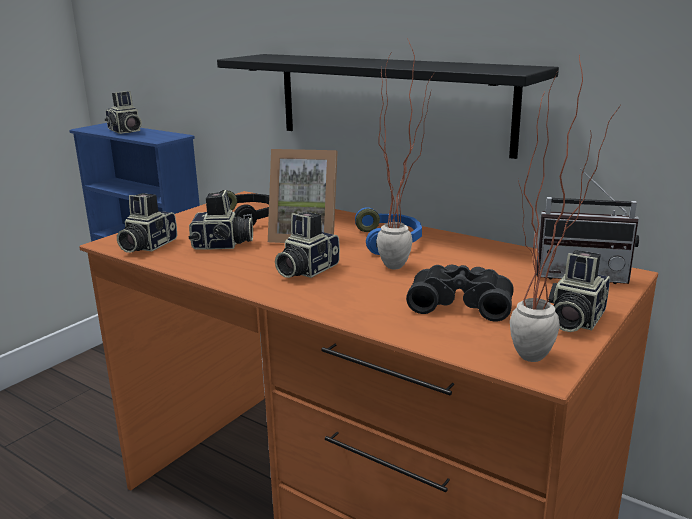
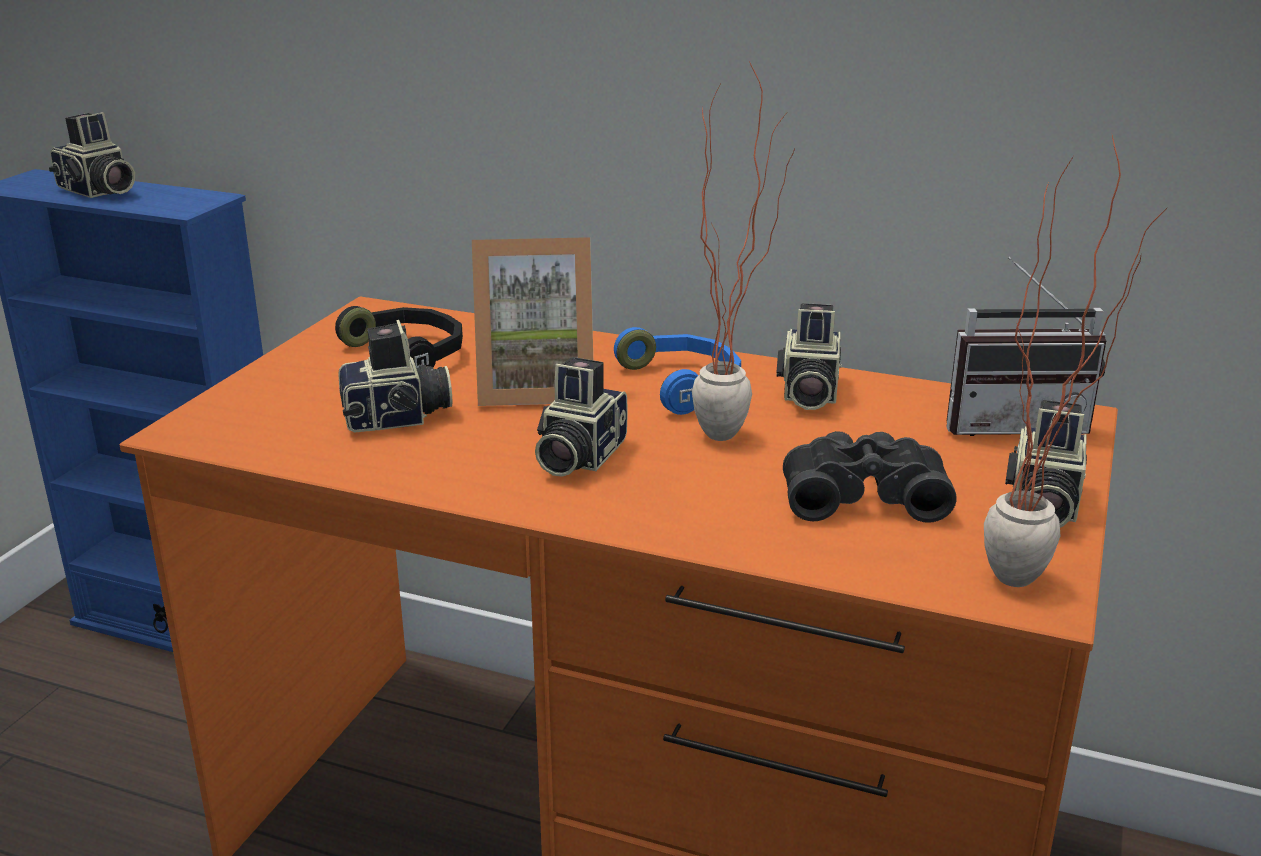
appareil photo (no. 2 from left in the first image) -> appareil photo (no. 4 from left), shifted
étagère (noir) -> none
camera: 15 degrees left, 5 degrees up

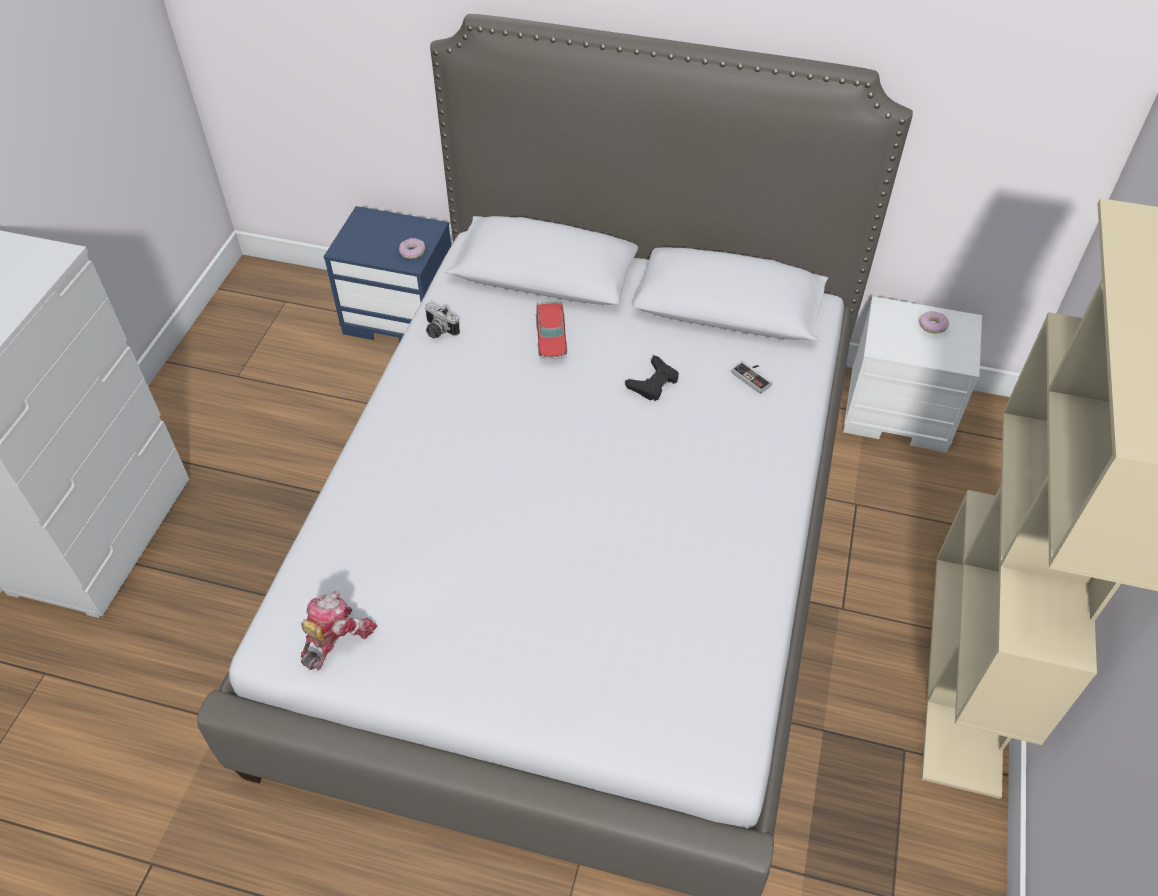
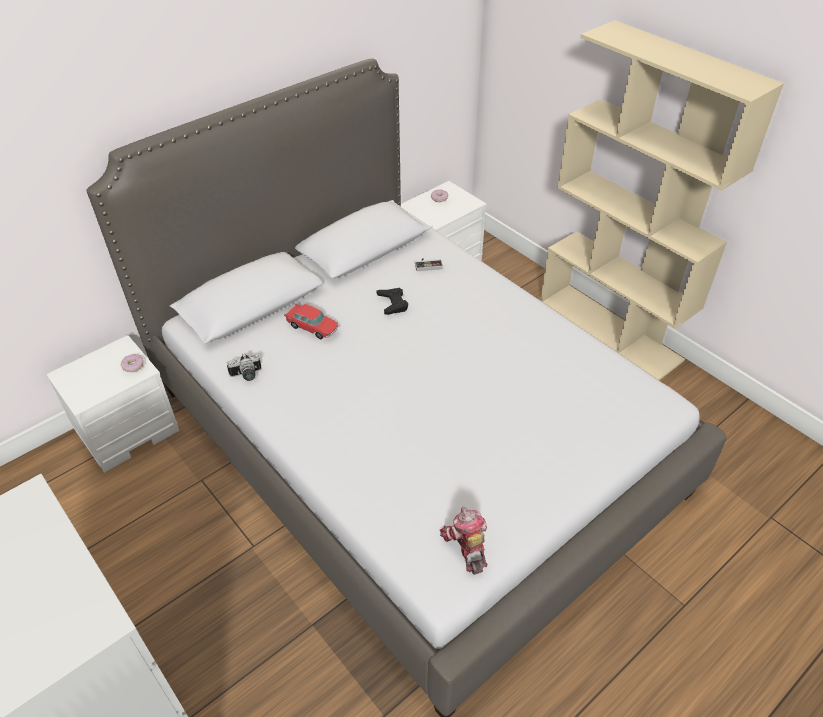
table de chevet (bleu) -> table de chevet (blanc) (no. 1 from left)
camera: 55 degrees left, 5 degrees down

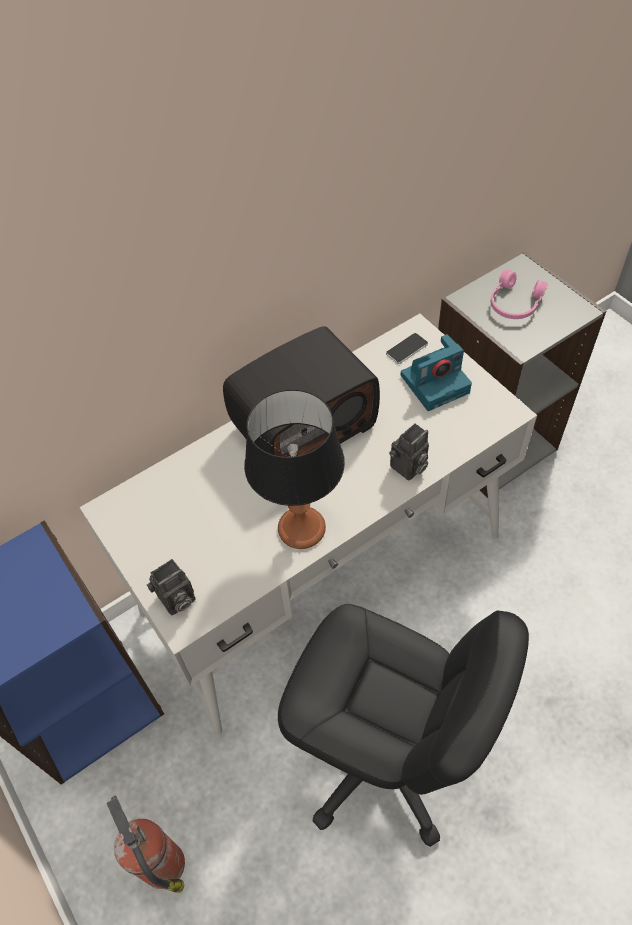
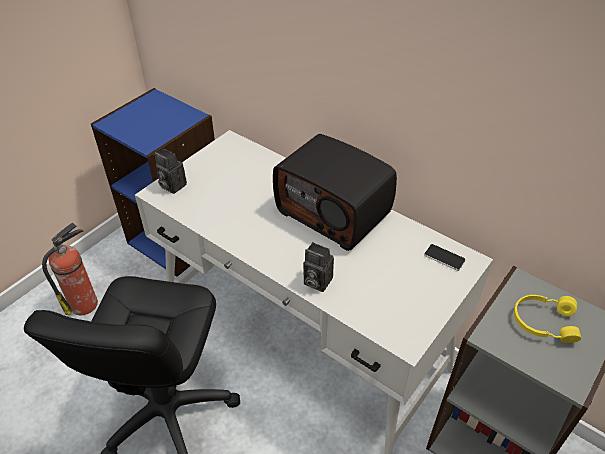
casque audio (rose) -> casque audio (jaune)
lampe de table -> none
appareil photo (no. 3 from left) -> none
camera: 70 degrees right, 10 degrees down

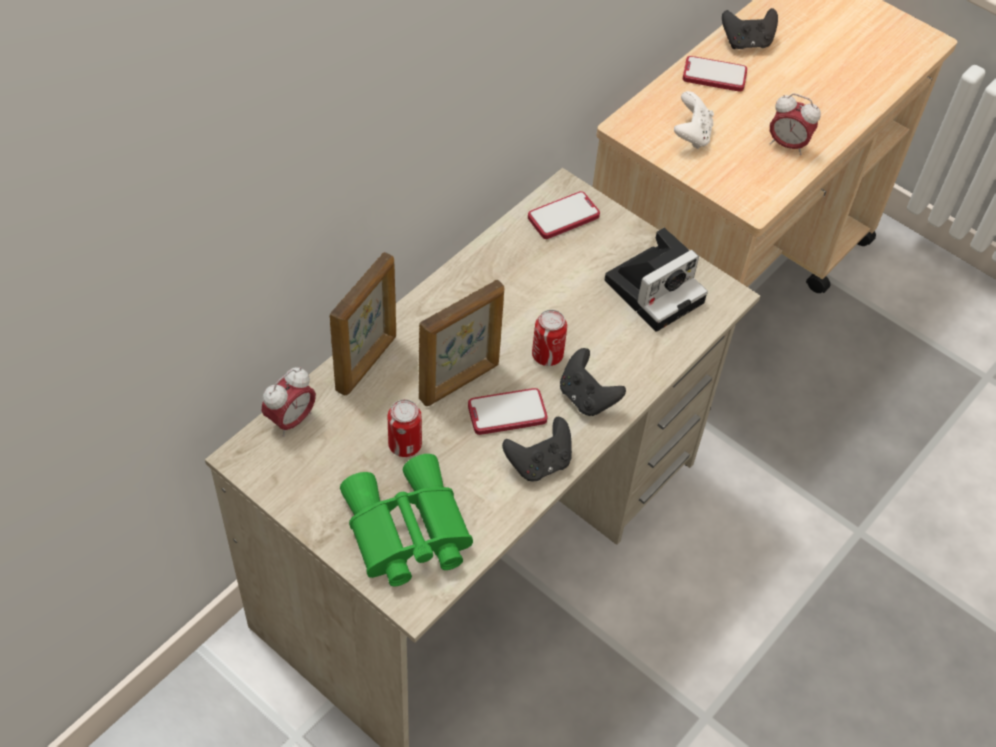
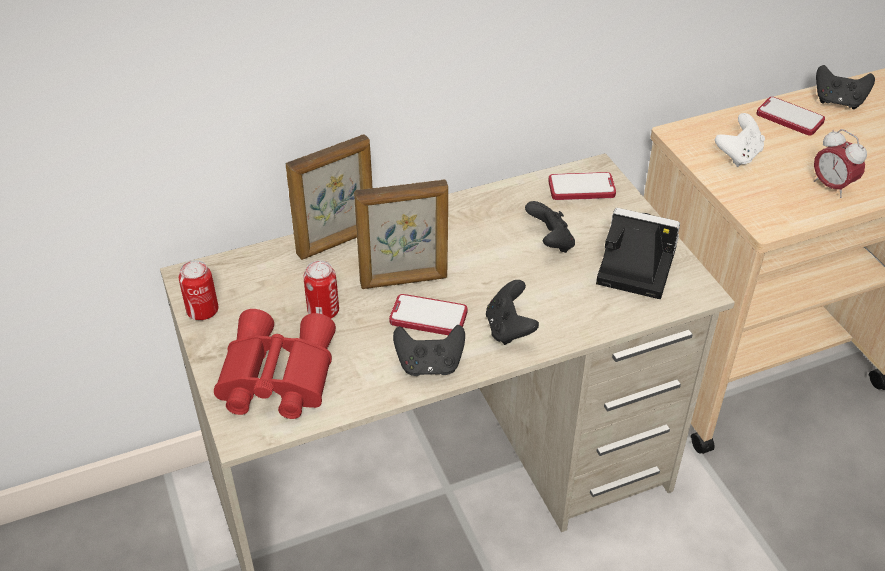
boîte métallique (no. 2 from left in the first image) -> boîte métallique (no. 1 from left), shifted
jumelles (vert) -> jumelles (rouge)
none -> manette (noir) (no. 3 from left)
appareil photo, 150 degrees counterclockwise
réveil (no. 1 from left) -> none
camera: 30 degrees right, 10 degrees down

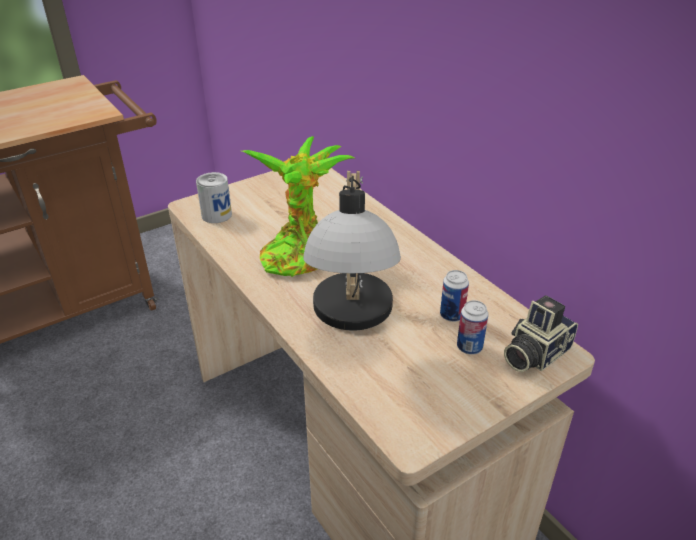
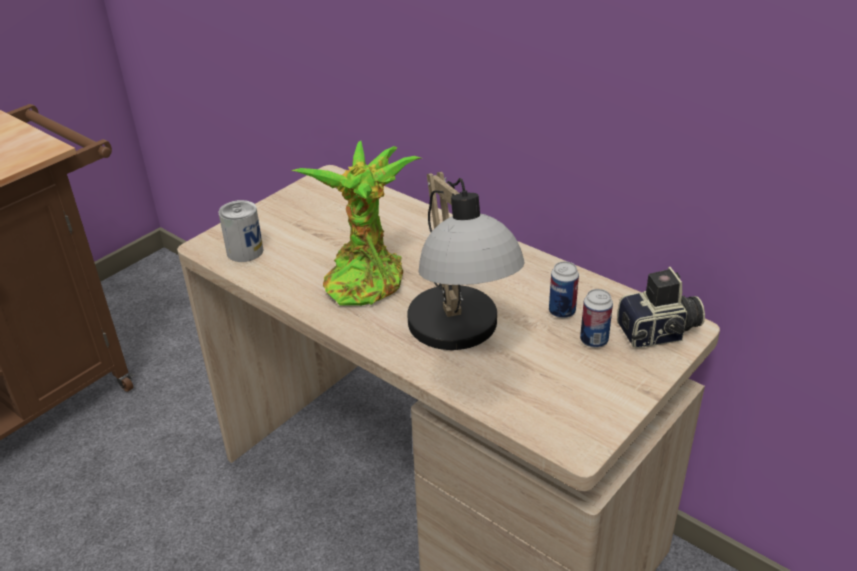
appareil photo, 135 degrees counterclockwise
camera: 15 degrees left, 0 degrees up

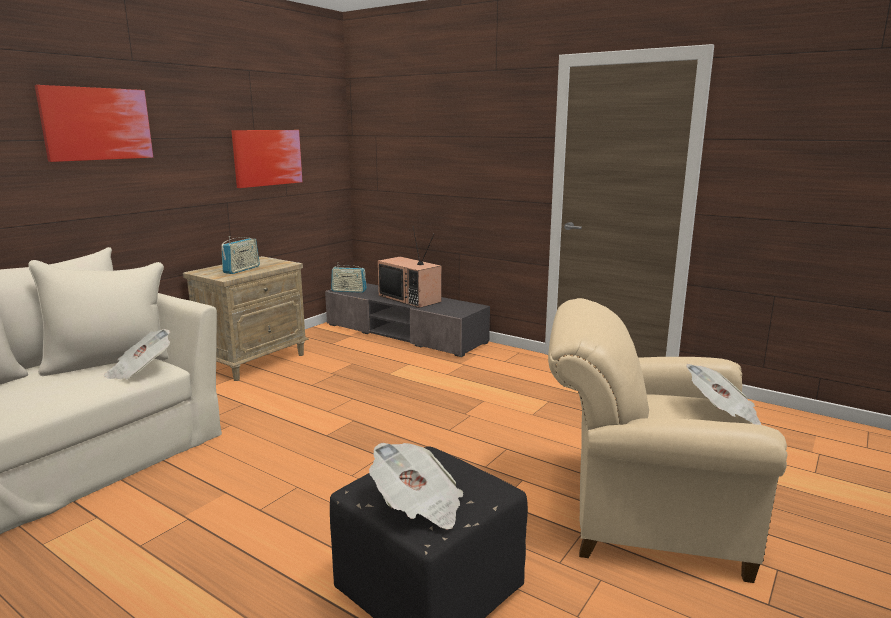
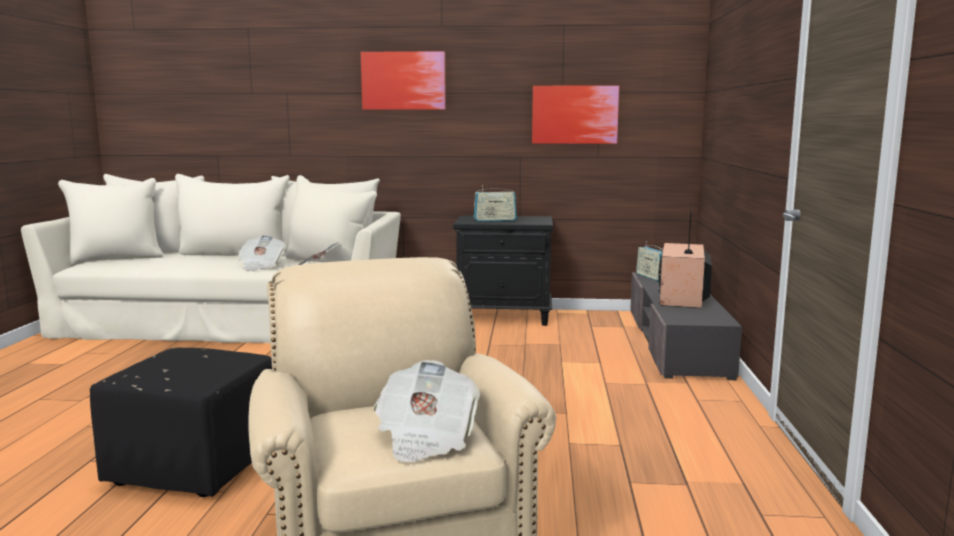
journal (no. 2 from left in the first image) -> journal (no. 1 from left), shifted
table de chevet (beige) -> table de chevet (noir)
camera: 60 degrees right, 5 degrees down

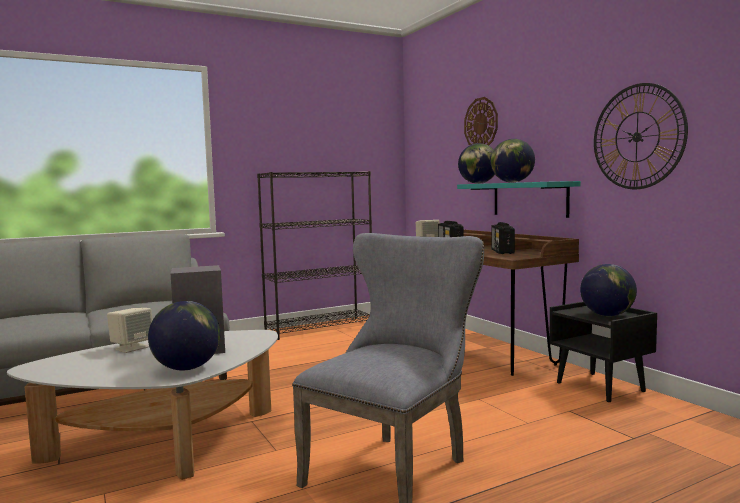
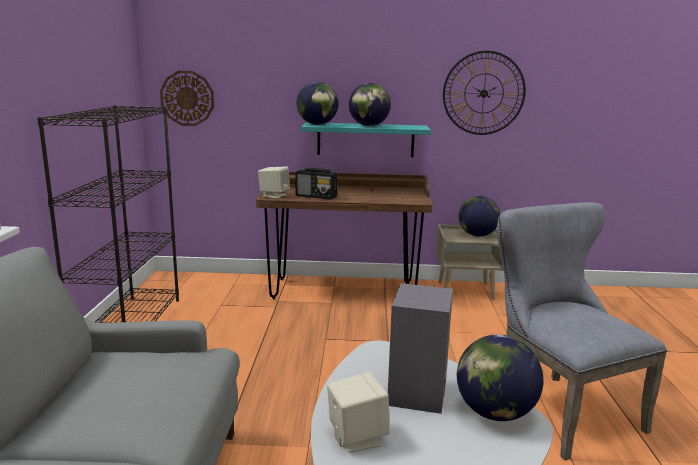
horloge murale (no. 1 from left), shifted
table de chevet (noir) -> table de chevet (beige)
radio (no. 2 from left) -> none
camera: 60 degrees left, 10 degrees up

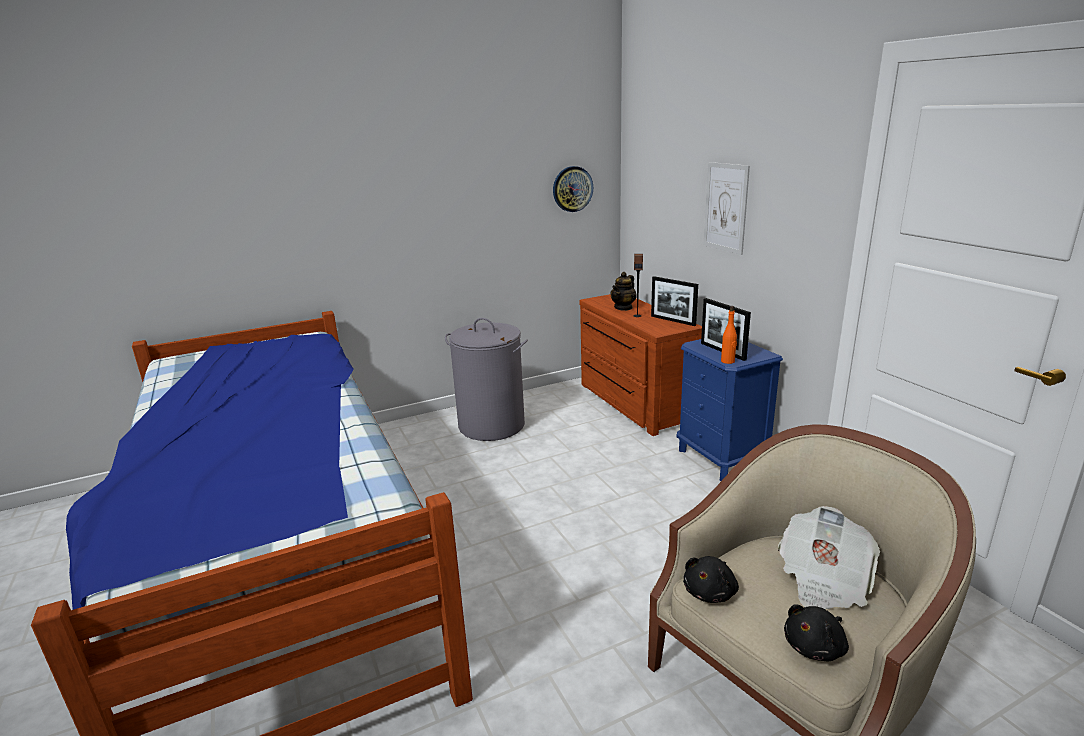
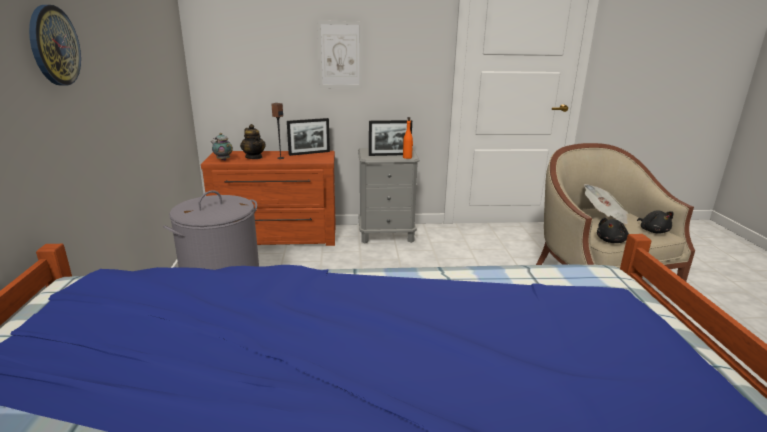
horloge murale, shifted
none -> théière (no. 1 from left)
table de chevet (bleu) -> table de chevet (gris)
peluche (noir) (no. 1 from left), 75 degrees clockwise
camera: 70 degrees left, 0 degrees up

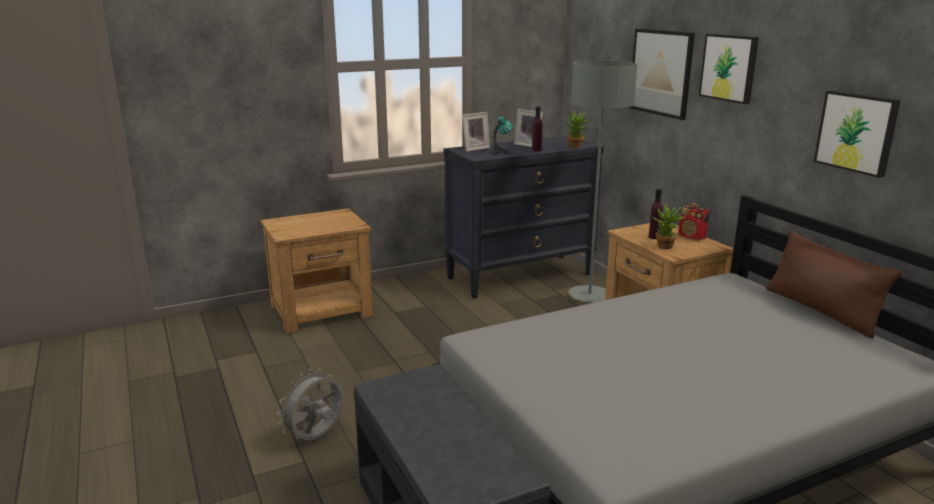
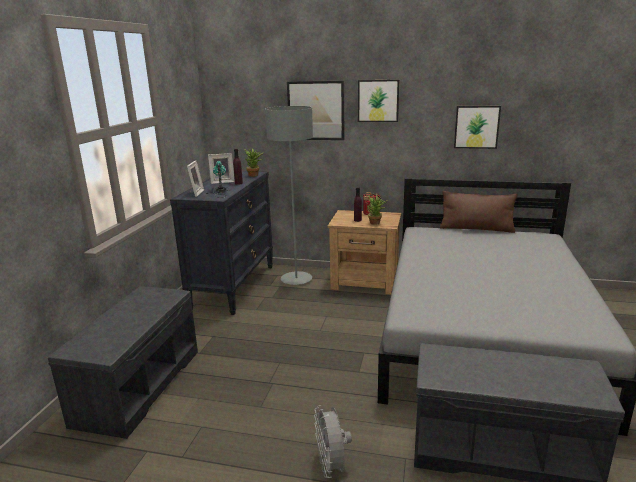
table de chevet (marron) (no. 1 from left) -> banc (gris) (no. 1 from left)
camera: 50 degrees left, 0 degrees up

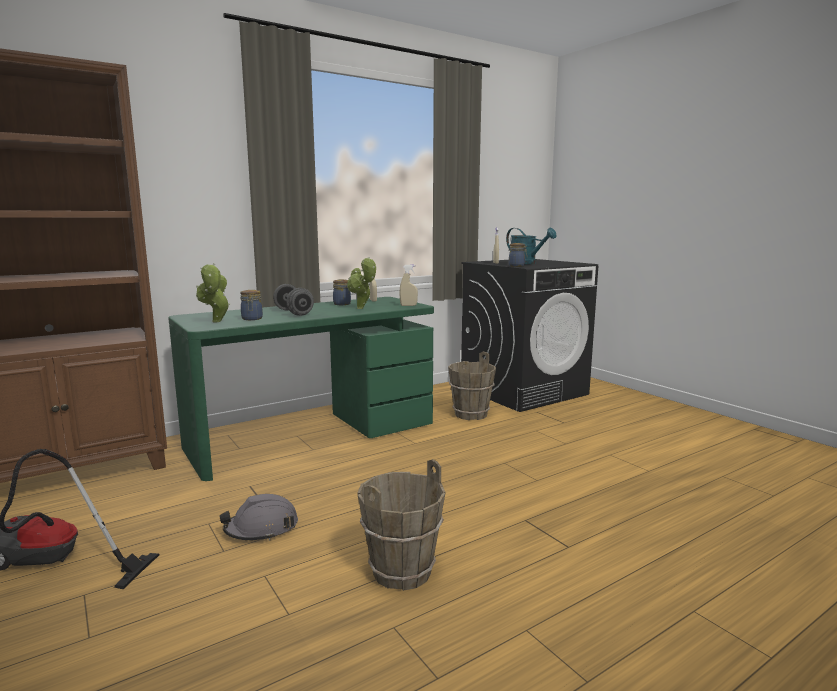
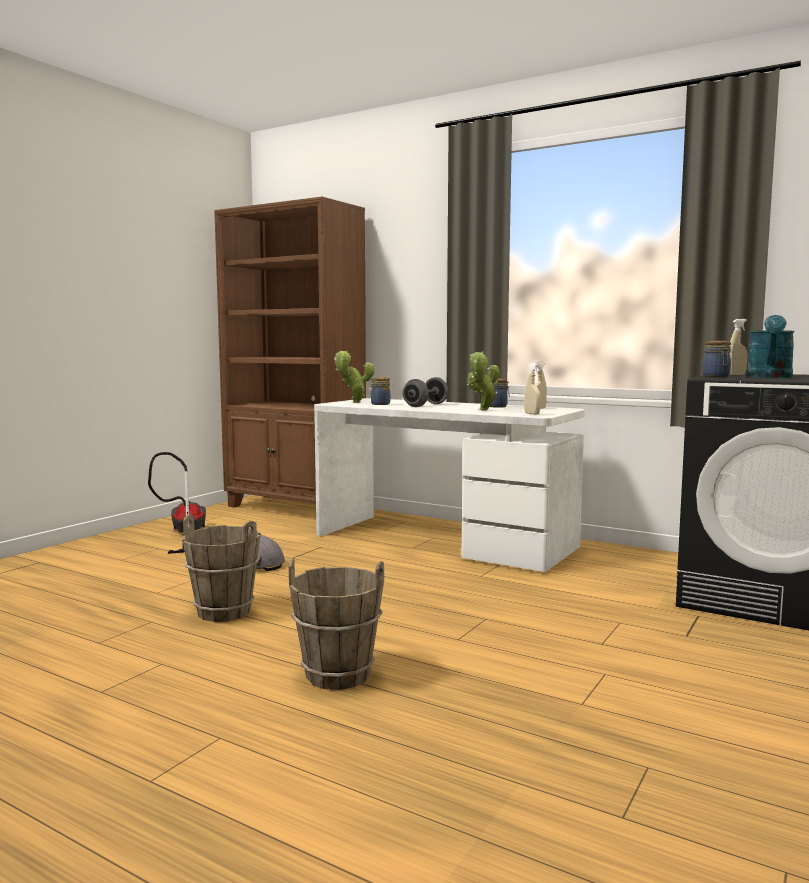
seau (marron) (no. 2 from left), shifted
bureau (vert) -> bureau (blanc)
camera: 65 degrees right, 5 degrees down

